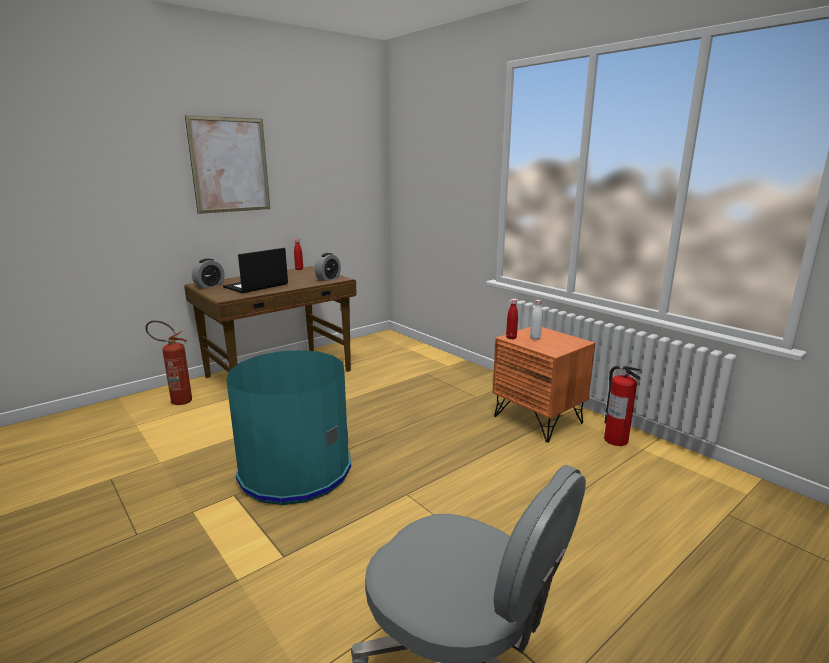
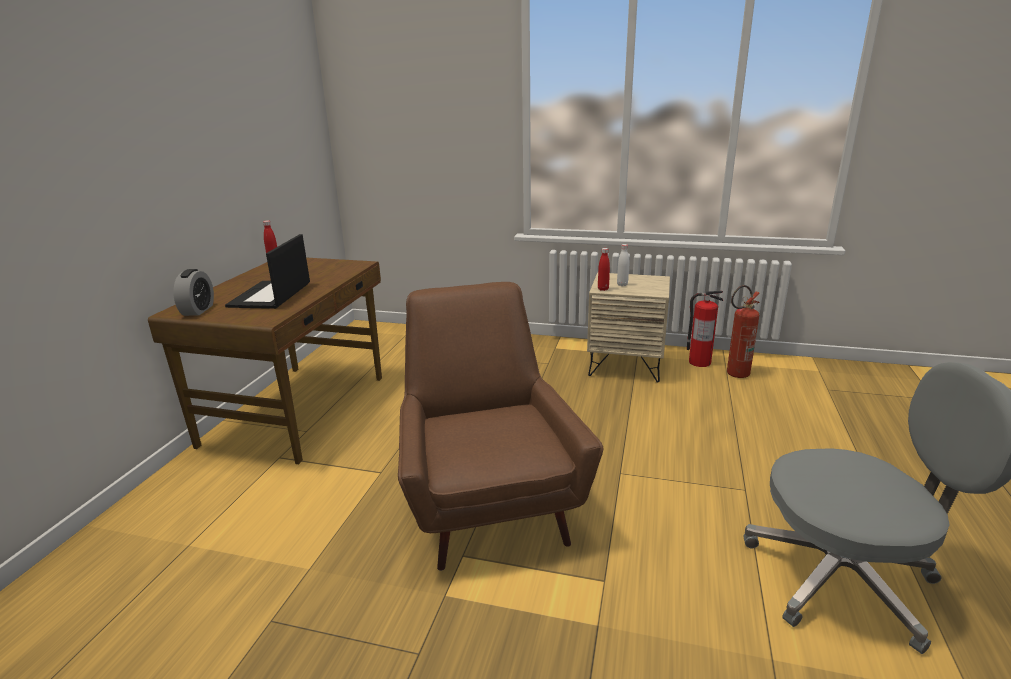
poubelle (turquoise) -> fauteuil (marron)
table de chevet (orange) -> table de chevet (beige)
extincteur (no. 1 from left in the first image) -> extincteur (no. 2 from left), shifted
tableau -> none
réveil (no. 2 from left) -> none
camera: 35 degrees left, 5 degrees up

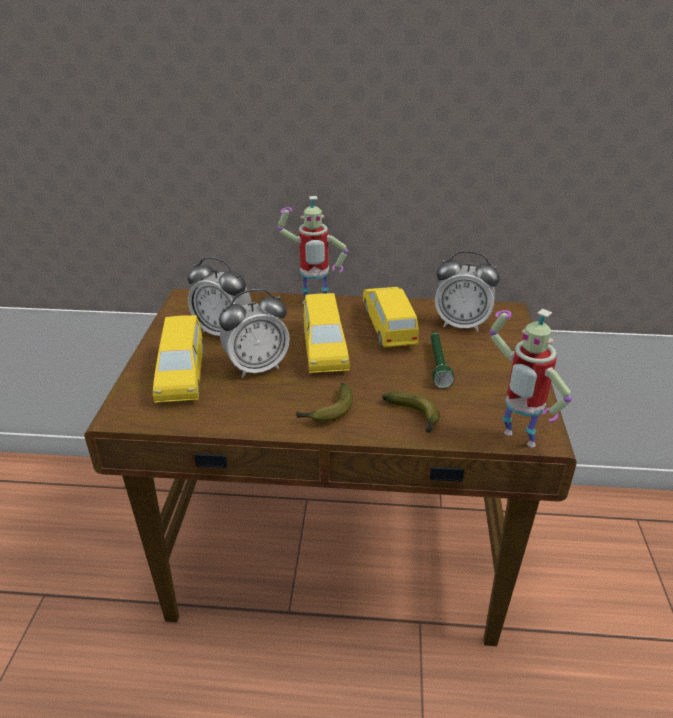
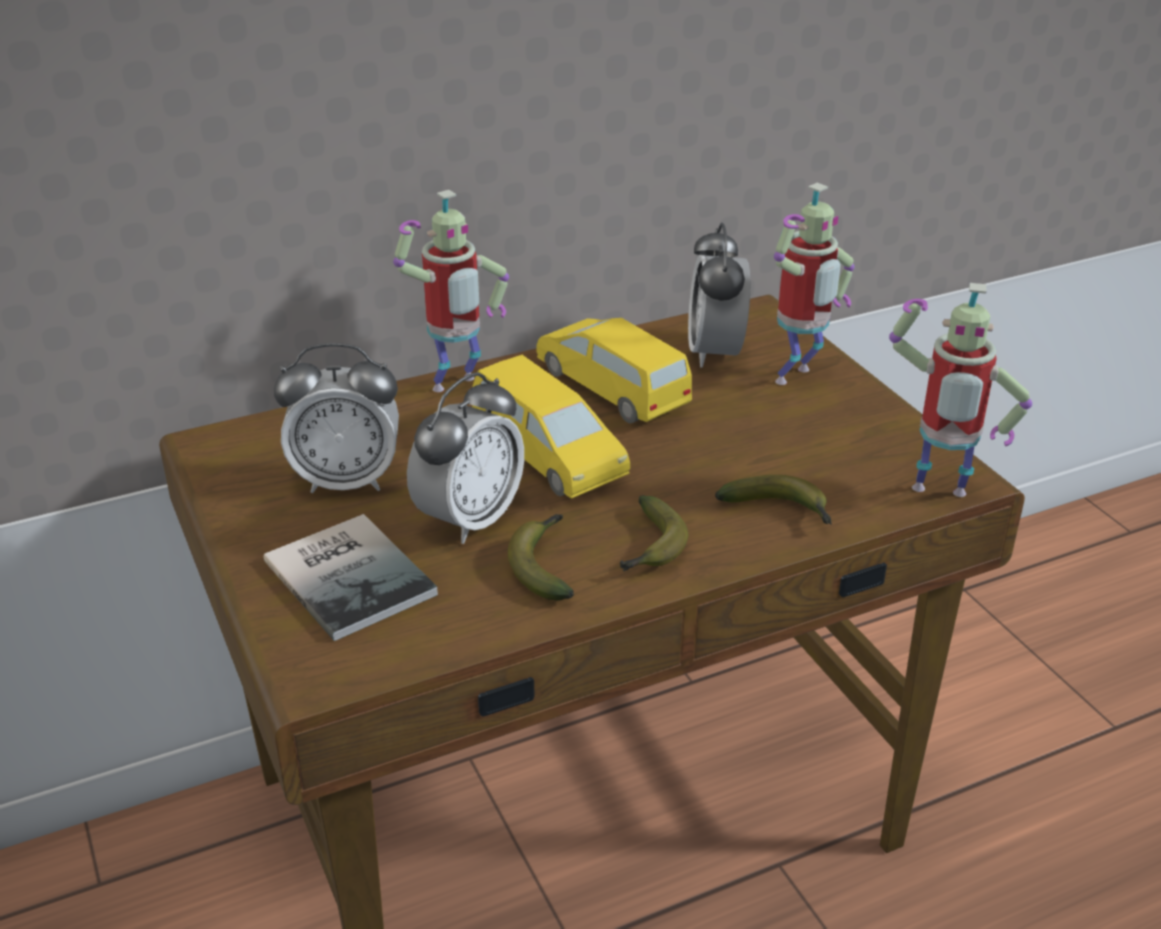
petite voiture (jaune) (no. 1 from left) -> livre
none -> banane (no. 1 from left)
réveil (no. 3 from left), 105 degrees clockwise
none -> robot jouet (no. 2 from left)
lampe de poche (vert) -> none
camera: 30 degrees left, 0 degrees up

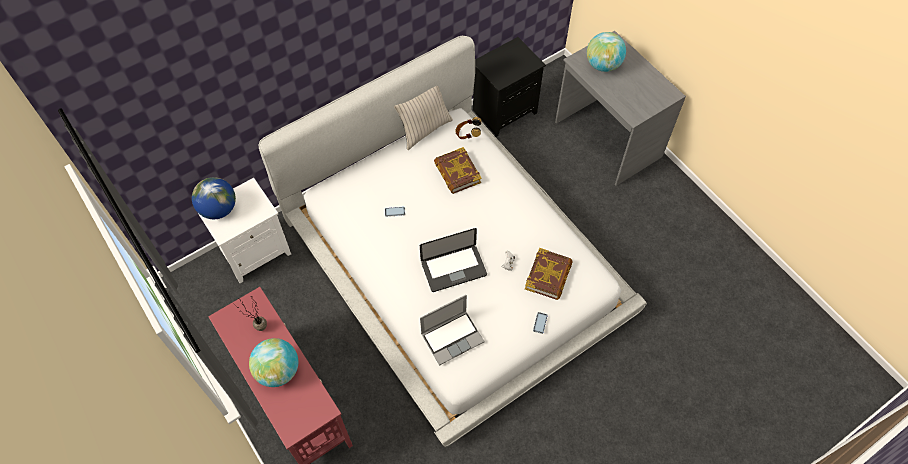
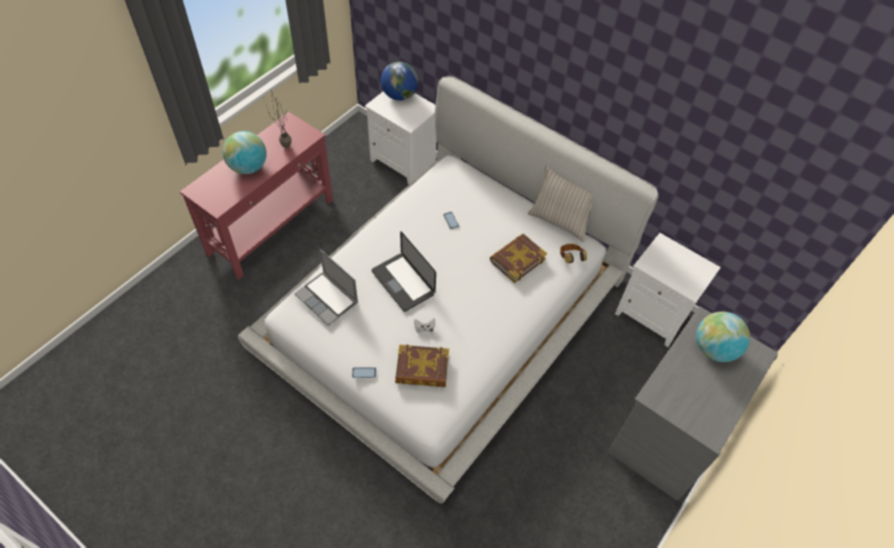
table de chevet (noir) -> table de chevet (blanc) (no. 2 from left)
camera: 70 degrees right, 5 degrees down

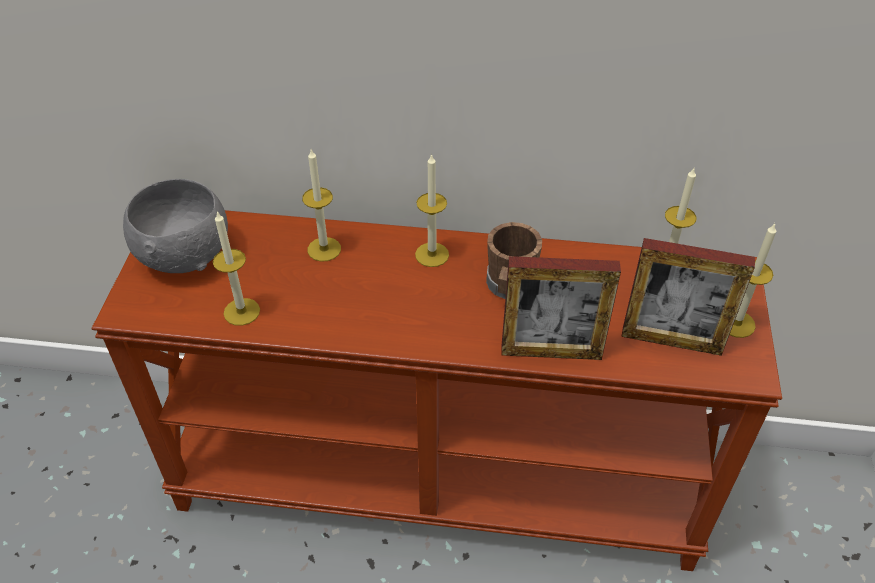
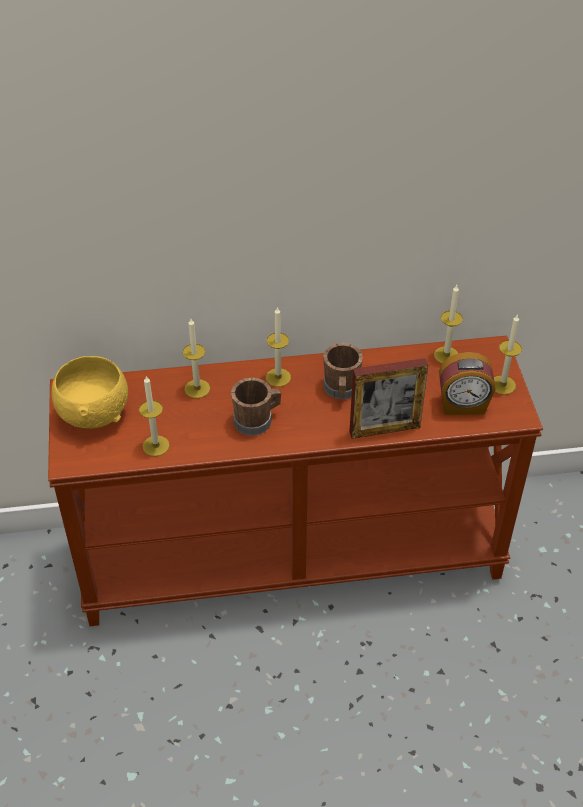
bol (gris) -> bol (jaune)
none -> mug (marron) (no. 1 from left)
cadre photo (no. 2 from left) -> réveil
camera: 15 degrees left, 0 degrees up

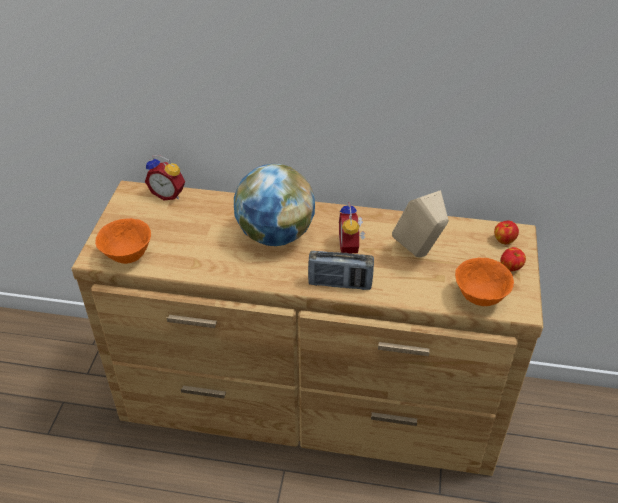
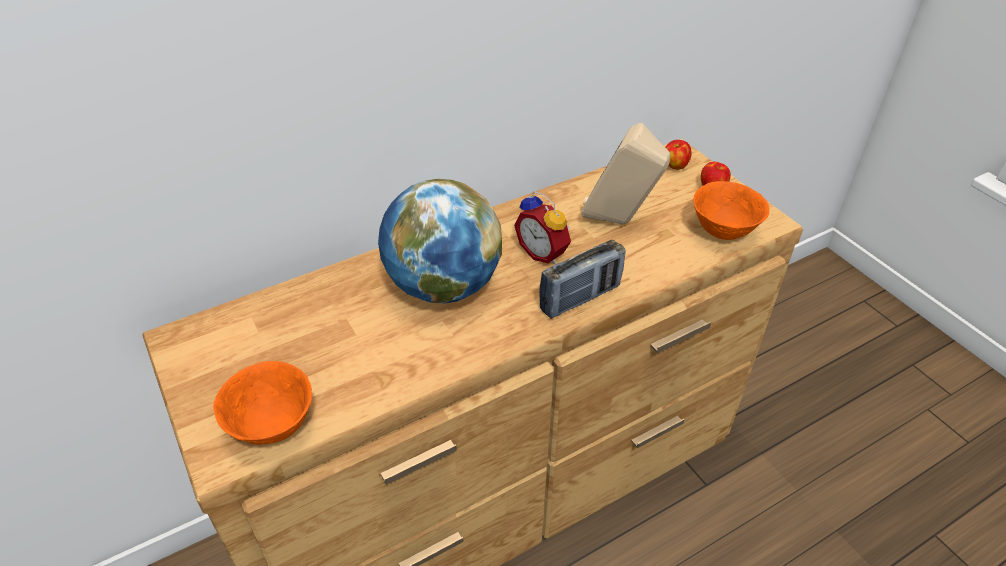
réveil (no. 1 from left) -> none
camera: 40 degrees left, 0 degrees up

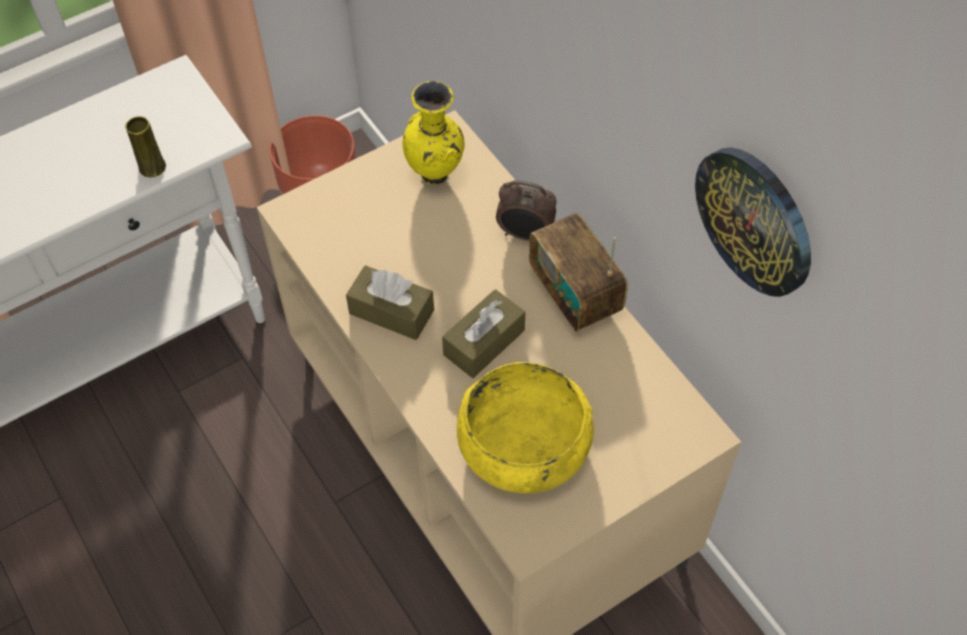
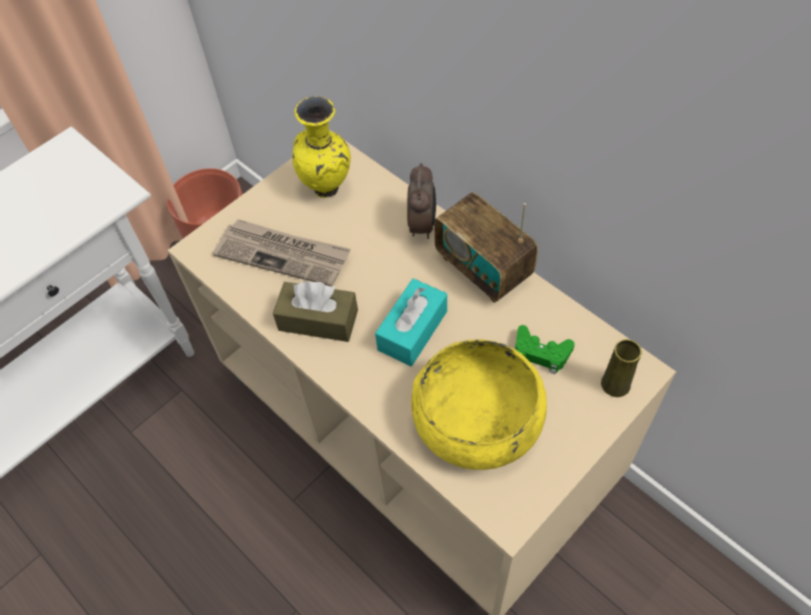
none -> journal
boîte à mouchoirs (marron) (no. 2 from left) -> boîte à mouchoirs (turquoise)
réveil, 90 degrees counterclockwise
none -> manette (vert)
vase (jaune) (no. 1 from left in the first image) -> vase (jaune) (no. 2 from left), shifted
horloge murale -> none
camera: 10 degrees left, 0 degrees up

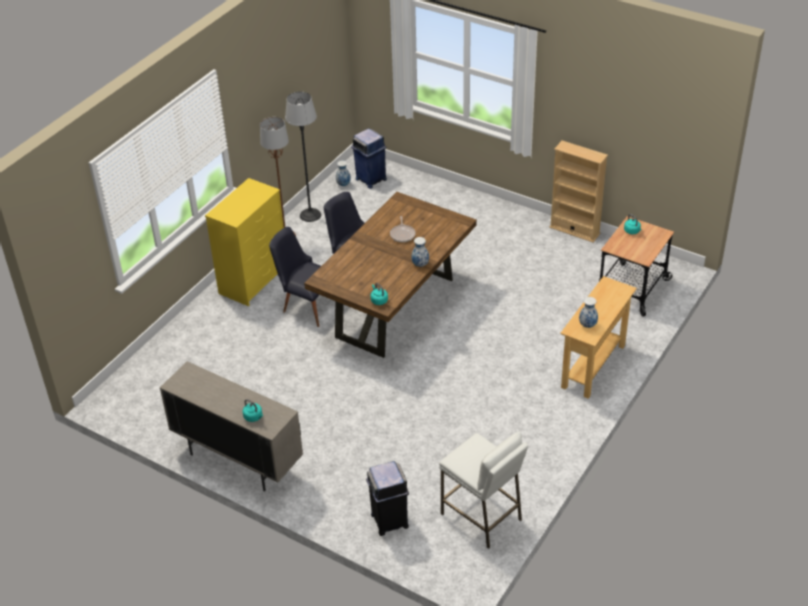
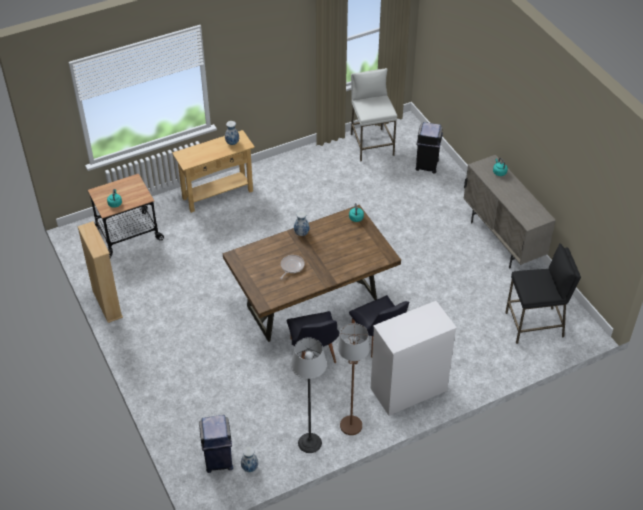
commode (jaune) -> commode (blanc)
none -> tabouret (noir)
camera: 150 degrees left, 5 degrees up

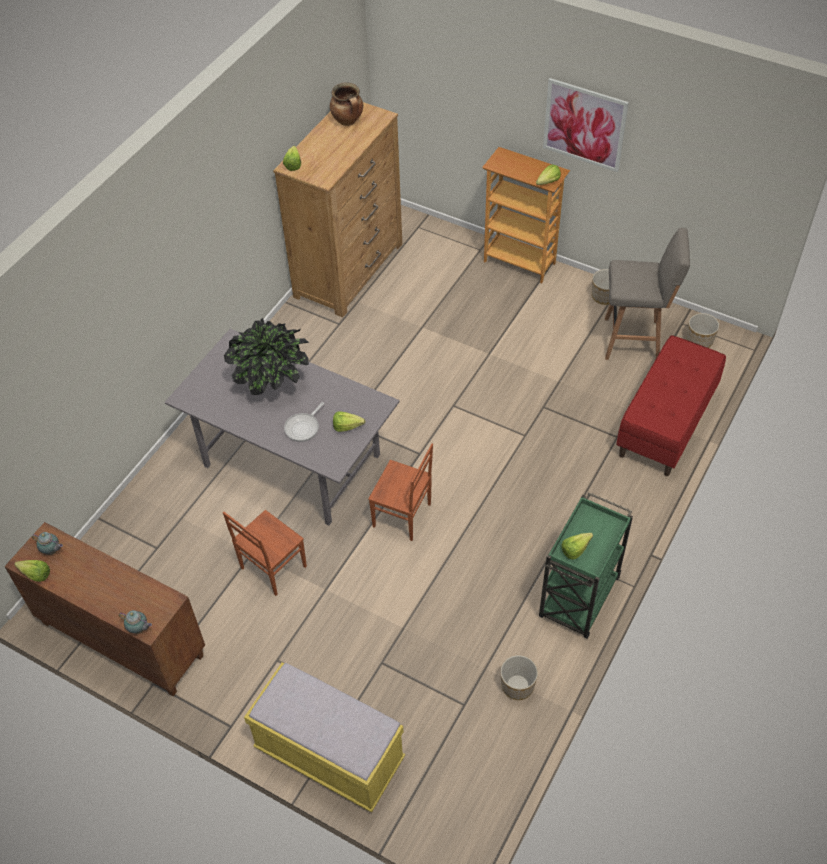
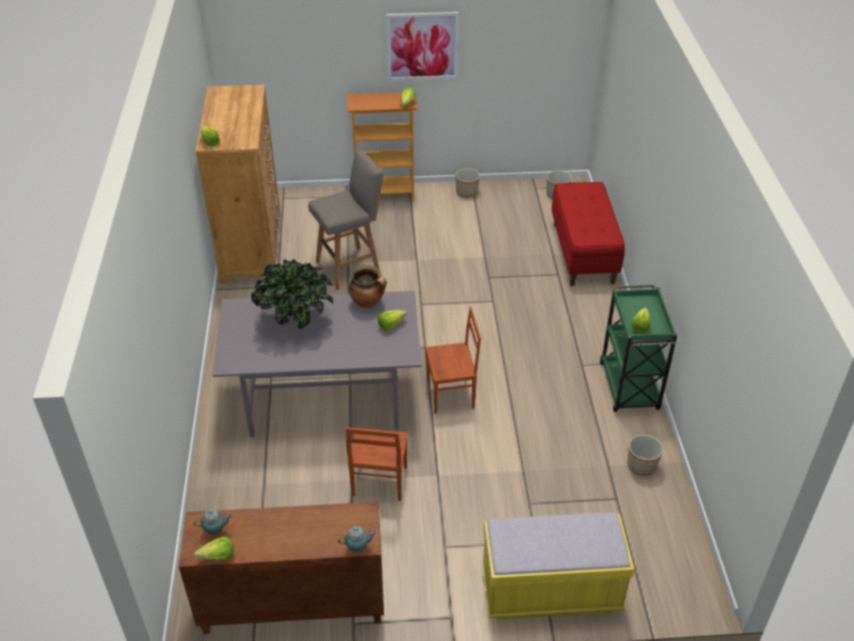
tabouret (gris), shifted
marmite, shifted
poêle -> none
camera: 35 degrees left, 10 degrees down

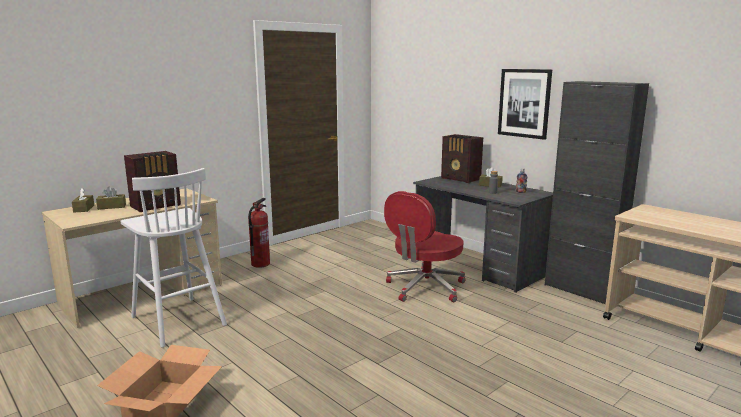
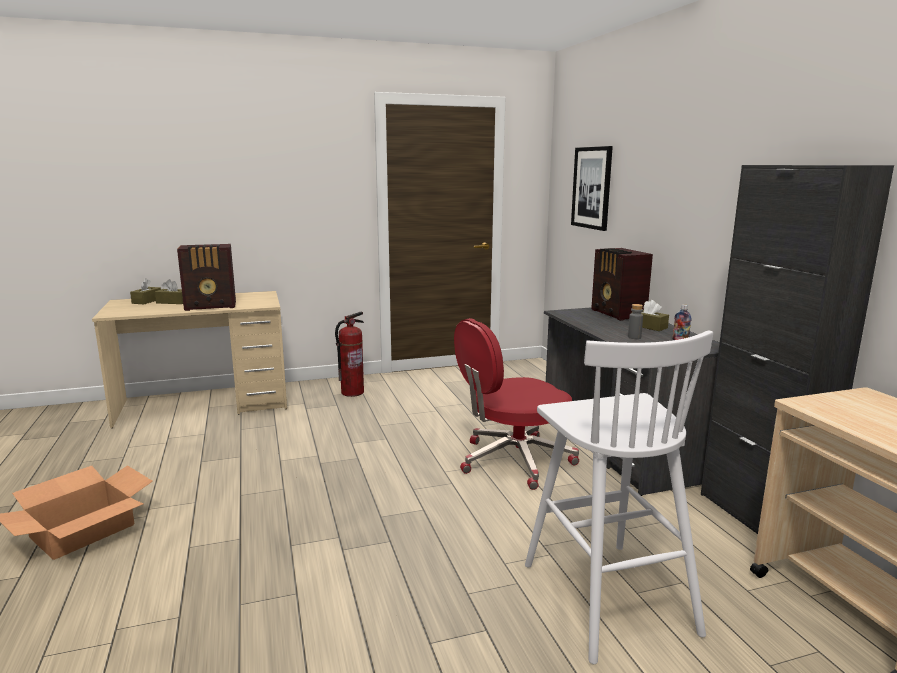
tabouret (blanc), shifted
tableau, shifted
camera: 25 degrees right, 0 degrees up

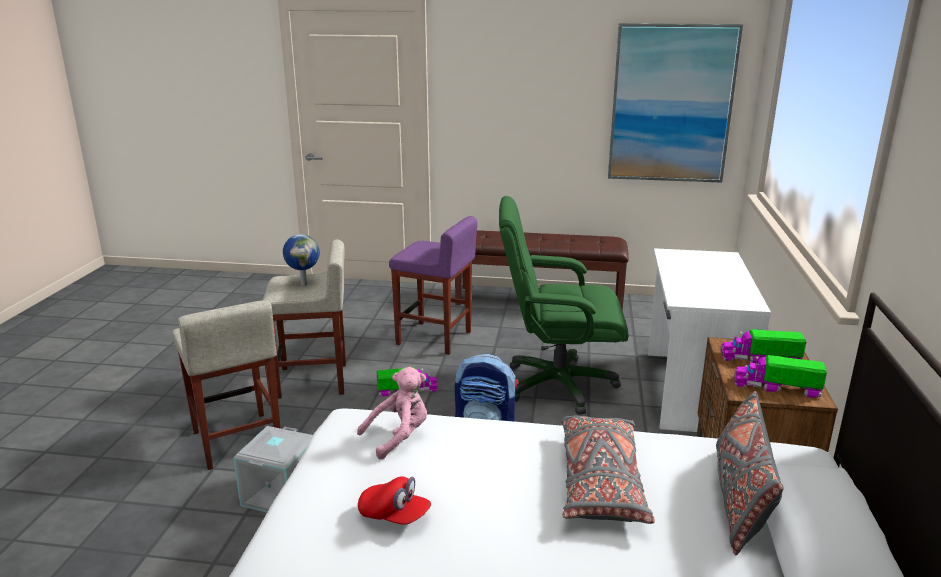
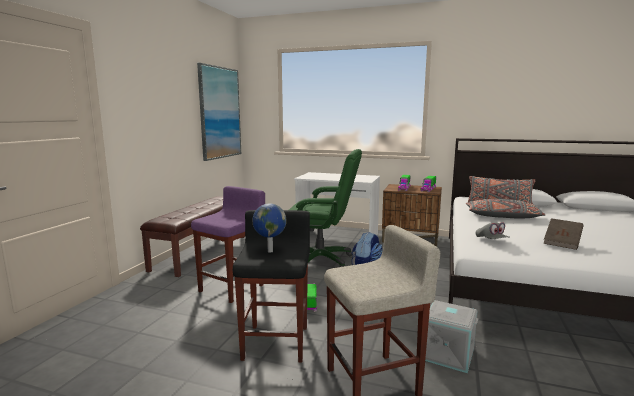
tabouret (beige) (no. 2 from left) -> tabouret (noir)
chaise de bureau (vert), 90 degrees counterclockwise
peluche (rose) -> casquette (gris)
casquette (rouge) -> livre (marron)
camera: 80 degrees left, 10 degrees down

